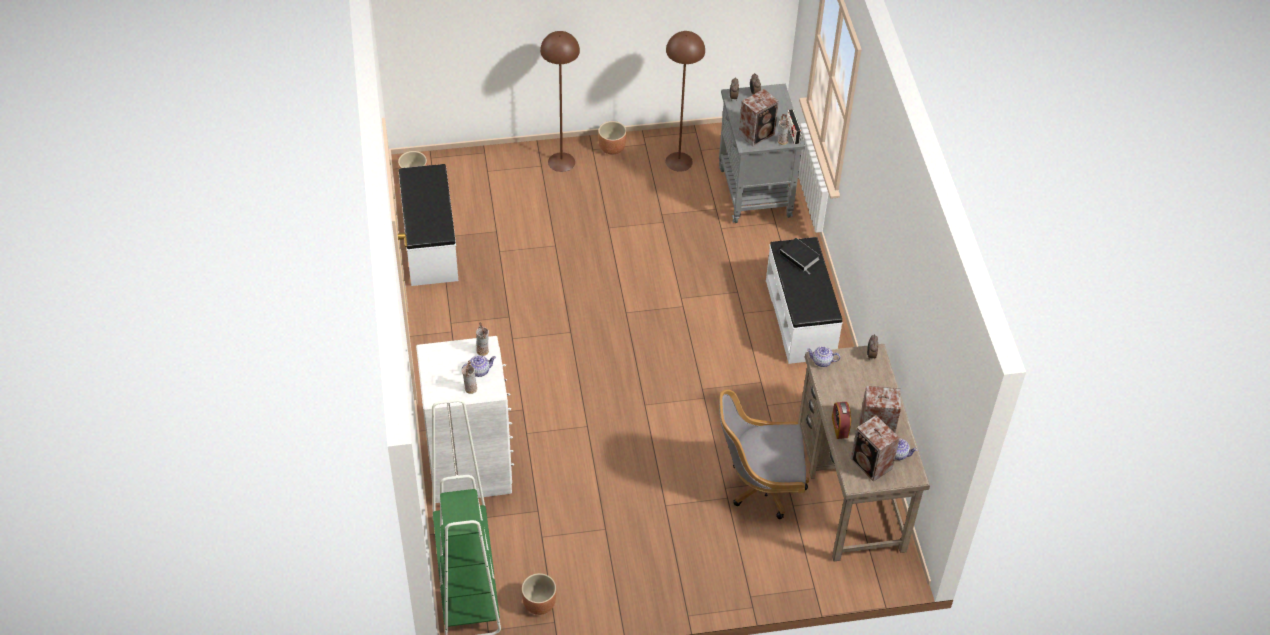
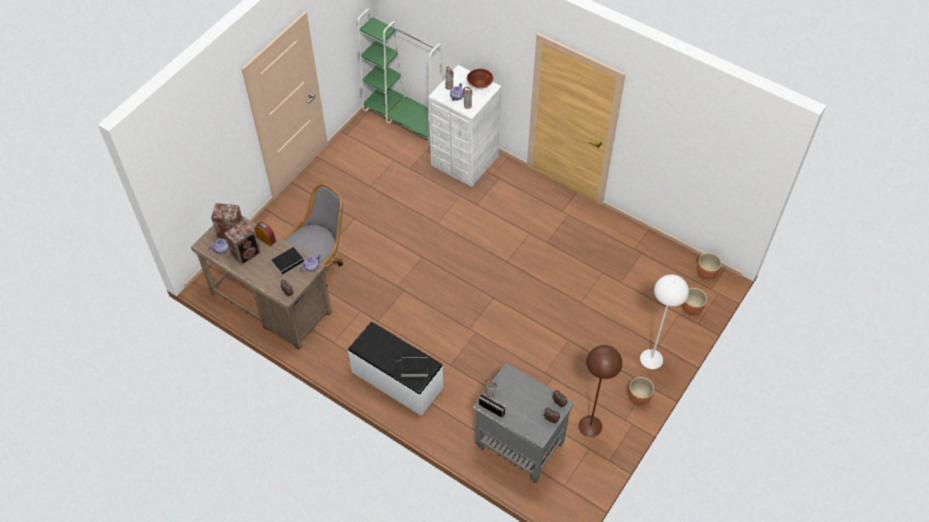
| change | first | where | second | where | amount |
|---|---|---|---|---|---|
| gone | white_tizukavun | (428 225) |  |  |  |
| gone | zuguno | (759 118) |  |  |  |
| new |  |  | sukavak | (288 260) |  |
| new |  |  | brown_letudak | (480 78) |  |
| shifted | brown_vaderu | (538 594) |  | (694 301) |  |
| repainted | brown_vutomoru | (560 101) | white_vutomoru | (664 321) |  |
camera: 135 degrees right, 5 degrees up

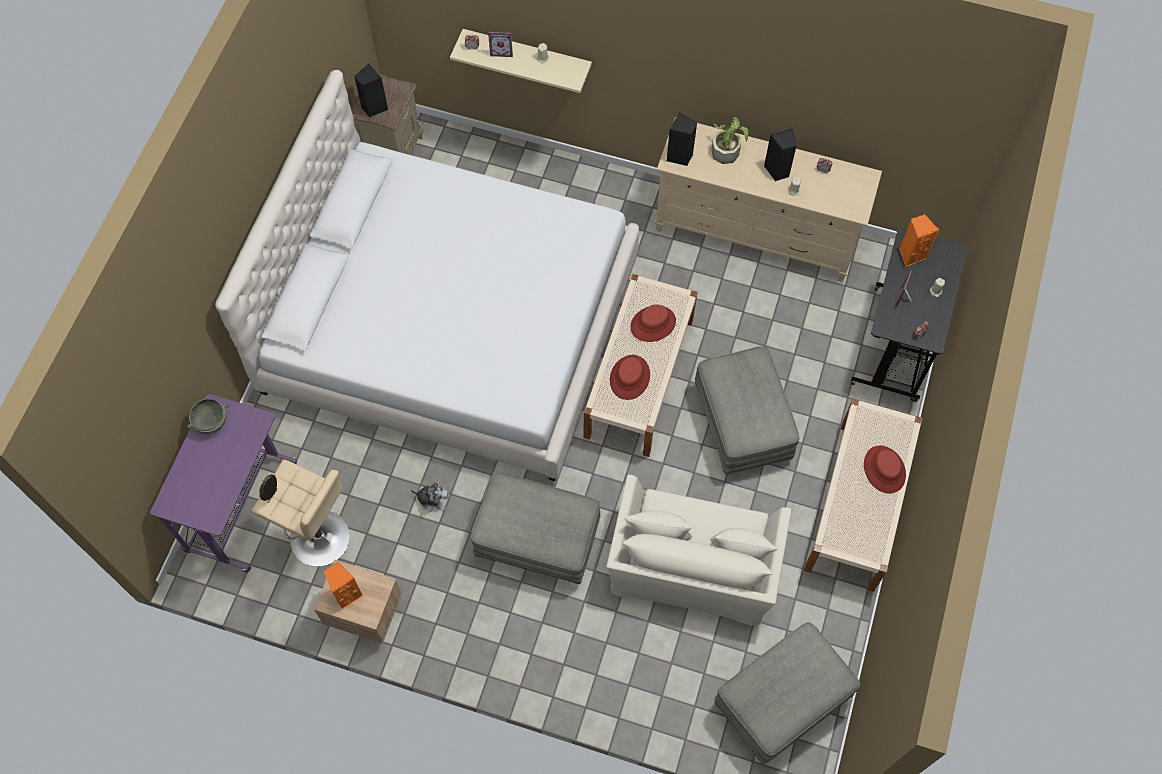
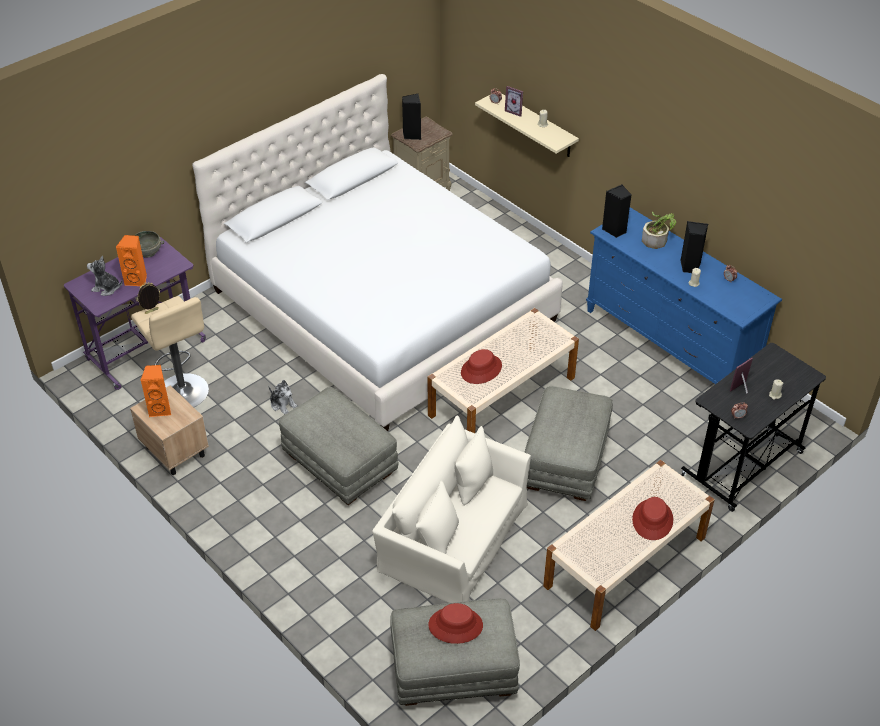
| change | first | where | second | where | amount |
|---|---|---|---|---|---|
| new |  |  | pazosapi | (105 276) |  |
| shifted | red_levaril | (653 323) |  | (455 623) |  |
| shifted | orange_zuguno | (919 240) |  | (131 260) |  |
| repainted | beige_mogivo | (768 199) | blue_mogivo | (684 295) |  |
| rotated | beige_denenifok | (699 550) |  | (451 509) | 75 degrees clockwise |
camera: 30 degrees right, 20 degrees down

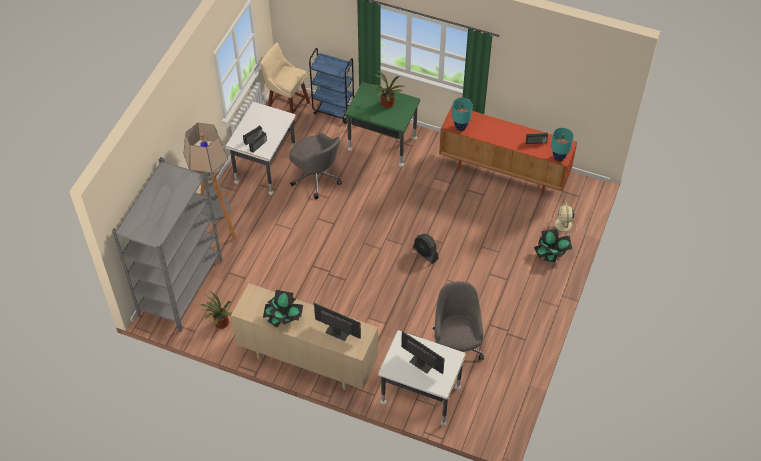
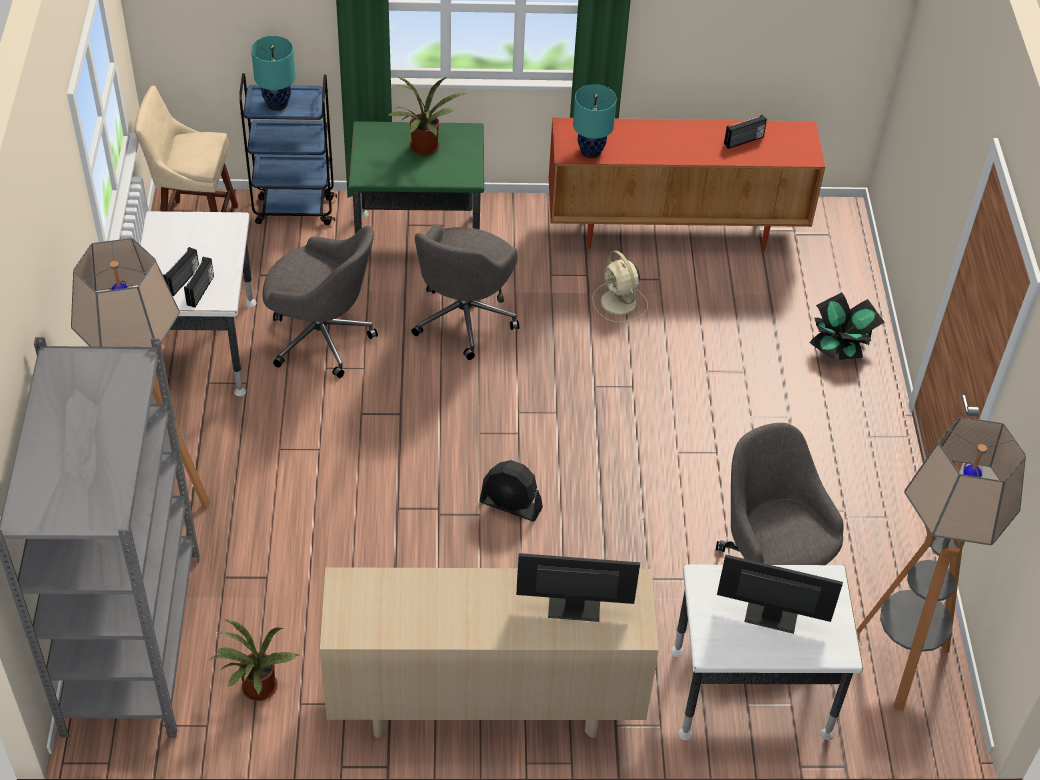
| change | first | where | second | where | amount |
|---|---|---|---|---|---|
| gone | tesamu | (283 309) |  |  |  |
| new |  |  | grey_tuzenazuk | (465 292) |  |
| new |  |  | vutomoru | (941 564) |  |
| shifted | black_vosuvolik | (426 249) |  | (511 491) |  |
| shifted | beige_vosuvolik | (563 218) |  | (620 286) |  |
| shifted | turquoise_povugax | (562 145) |  | (273 73) |  |
camera: 25 degrees left, 5 degrees down

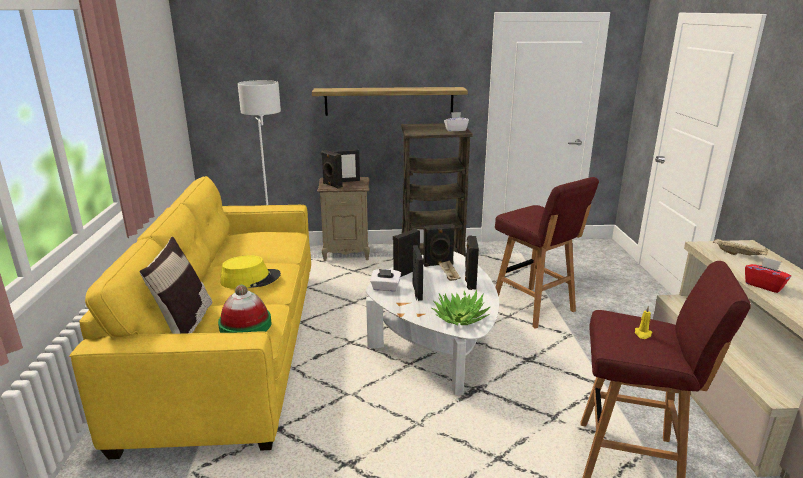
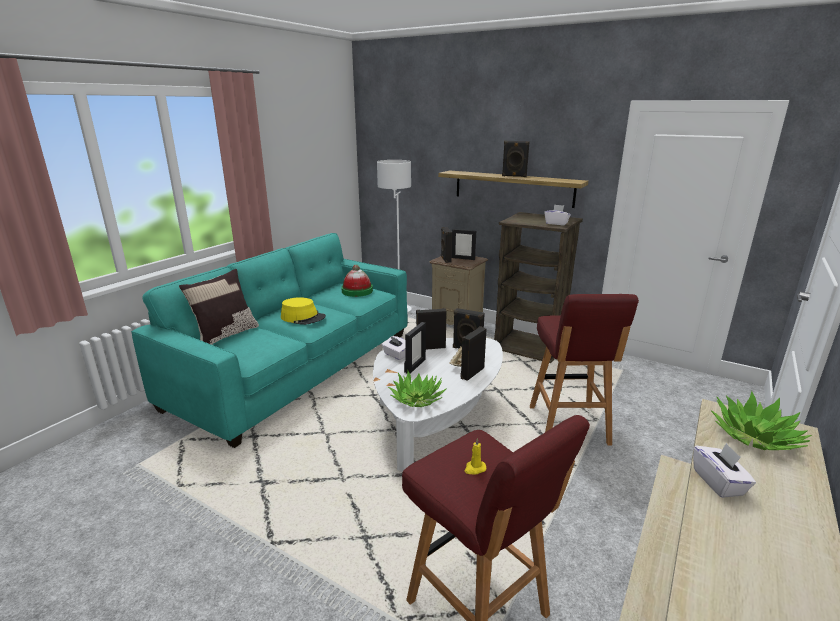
| change | first | where | second | where | amount |
|---|---|---|---|---|---|
| new |  |  | black_zuguno | (516 159) |  |
| shifted | levaril | (244 309) |  | (357 281) |  |
| swapped | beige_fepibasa | (740 246) | tesamu | (761 420) |  |
| repainted | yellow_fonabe | (190 317) | turquoise_fonabe | (269 340) |  |
| repainted | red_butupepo | (768 275) | white_butupepo | (724 470) |  |
camera: 35 degrees right, 0 degrees up

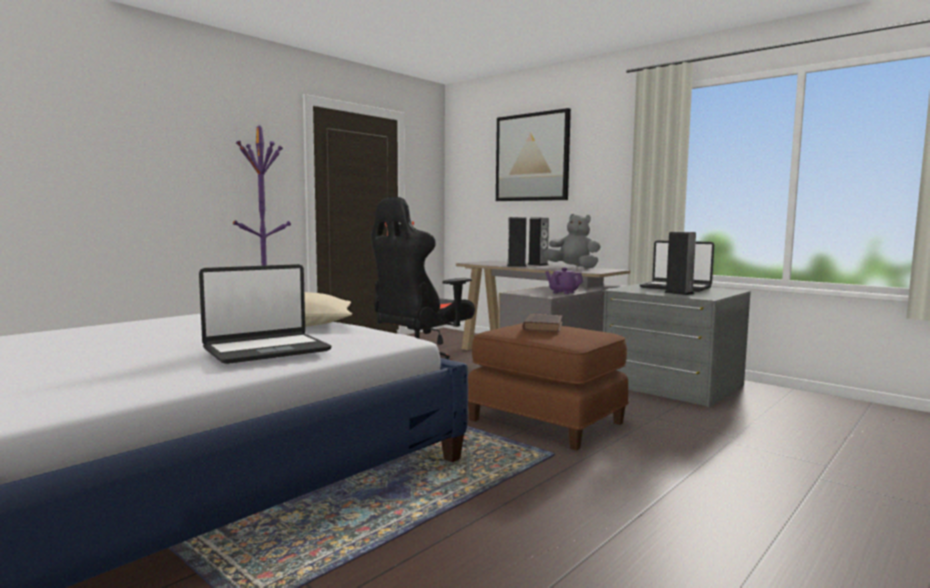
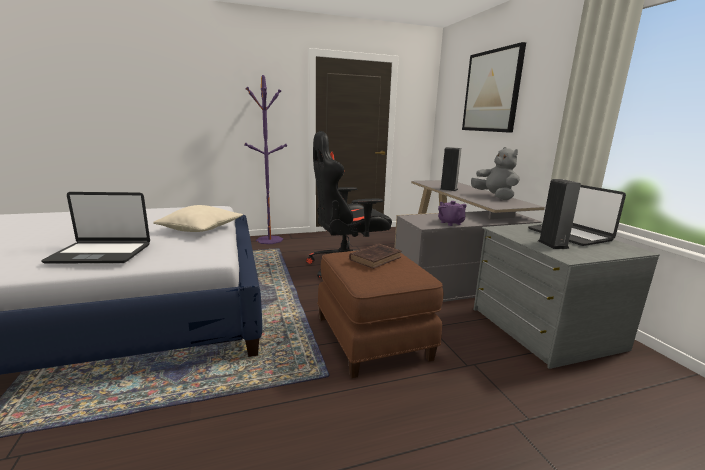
| change | first | where | second | where | amount |
|---|---|---|---|---|---|
| gone | zuguno | (538 242) |  |  |  |
camera: 30 degrees right, 10 degrees up

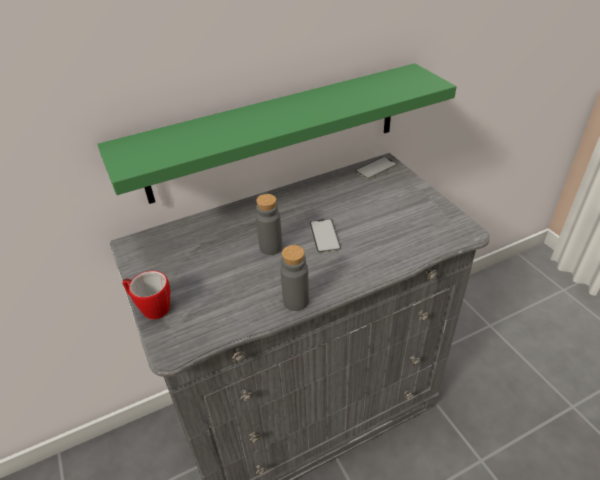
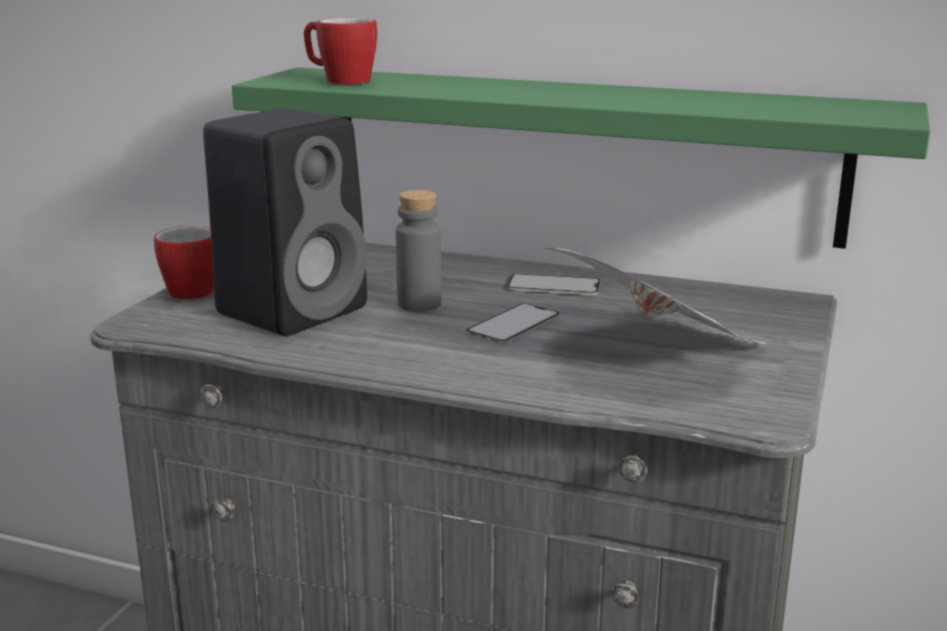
| change | first | where | second | where | amount |
|---|---|---|---|---|---|
| gone | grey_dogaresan | (294 278) |  |  |  |
| new |  |  | black_zuguno | (285 222) |  |
| new |  |  | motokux | (340 51) |  |
| new |  |  | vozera | (656 296) |  |
| shifted | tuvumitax | (376 167) |  | (554 284) |  |
camera: 45 degrees right, 20 degrees down

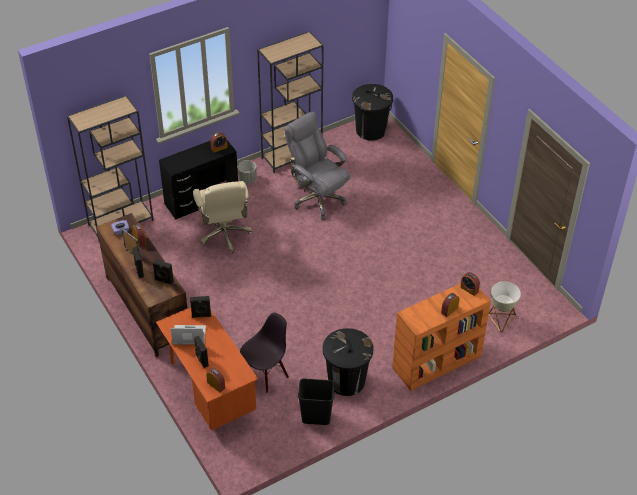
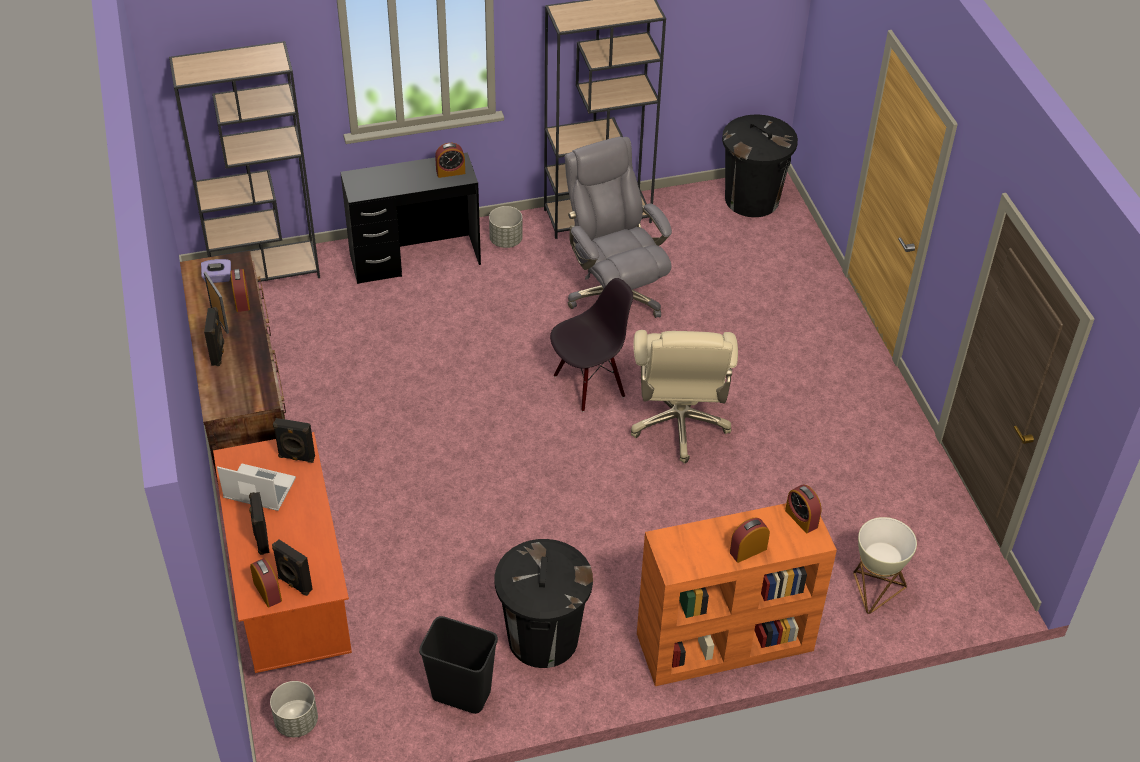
| change | first | where | second | where | amount |
|---|---|---|---|---|---|
| new |  |  | grey_vaderu | (294 709) |  |
| shifted | black_zuguno | (163 272) |  | (292 567) |  |
| shifted | beige_tuzenazuk | (222 217) |  | (684 397) |  |
| shifted | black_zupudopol | (264 353) |  | (591 345) |  |
camera: 15 degrees right, 0 degrees up

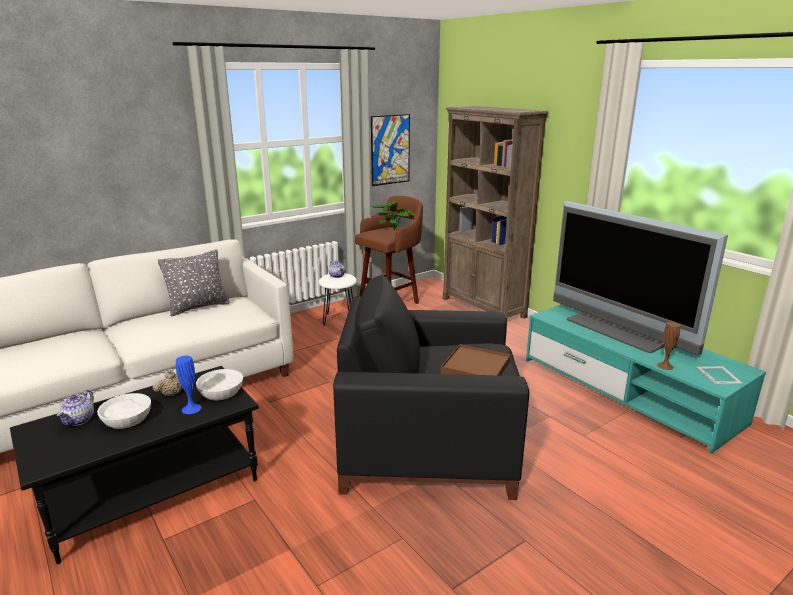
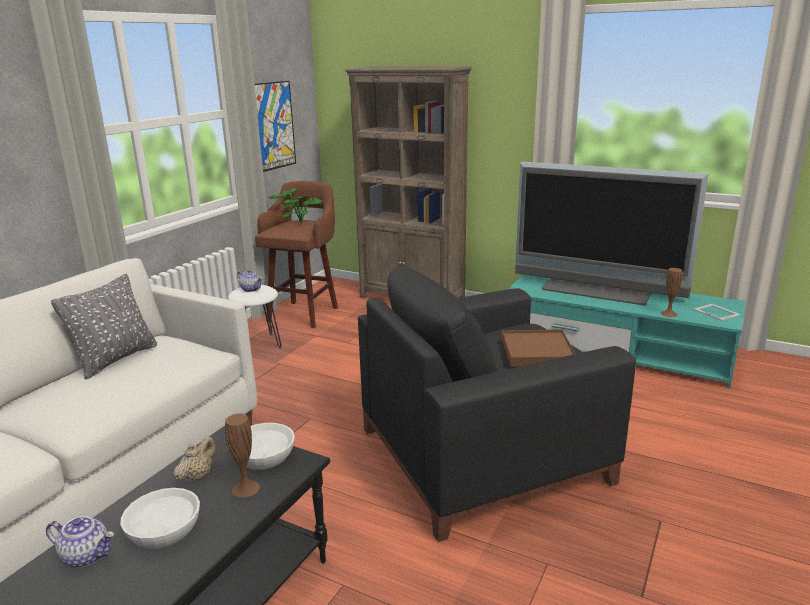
| change | first | where | second | where | amount |
|---|---|---|---|---|---|
| repainted | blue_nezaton | (188 385) | brown_nezaton | (242 456) |  |
| rotated | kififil | (75 408) |  | (80 542) | 60 degrees counterclockwise |
camera: 25 degrees left, 0 degrees up

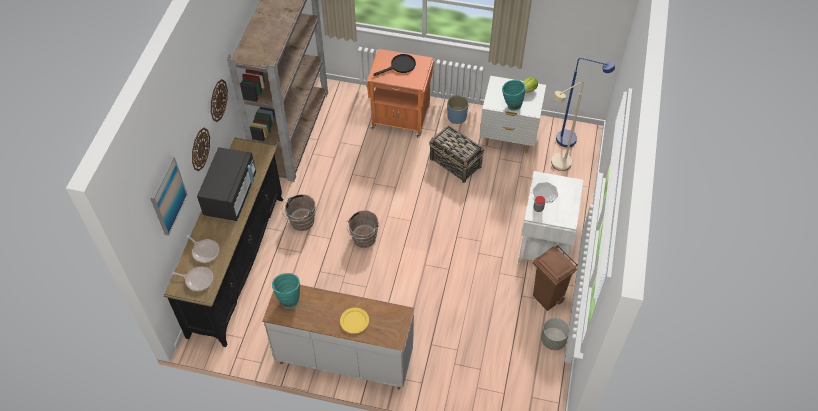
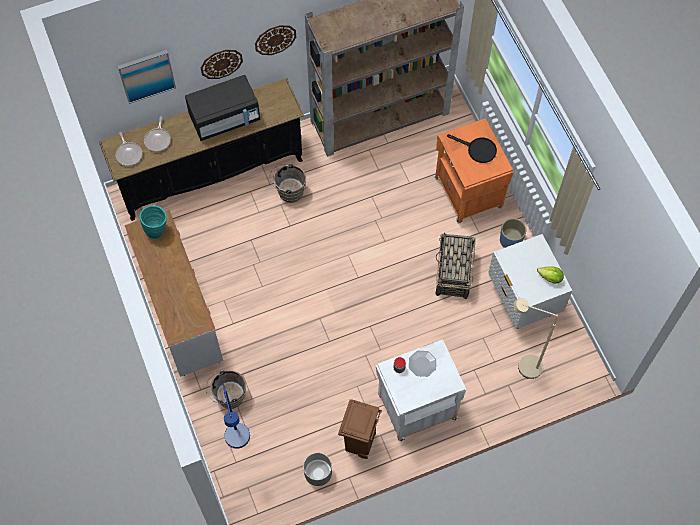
| change | first | where | second | where | amount |
|---|---|---|---|---|---|
| gone | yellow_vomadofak | (354 321) |  |  |  |
| gone | turquoise_nezaton | (513 95) |  |  |  |
| shifted | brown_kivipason | (362 229) |  | (226 389) |  |
| shifted | blue_vutomoru | (585 102) |  | (236 416) |  |
camera: 55 degrees right, 10 degrees up

